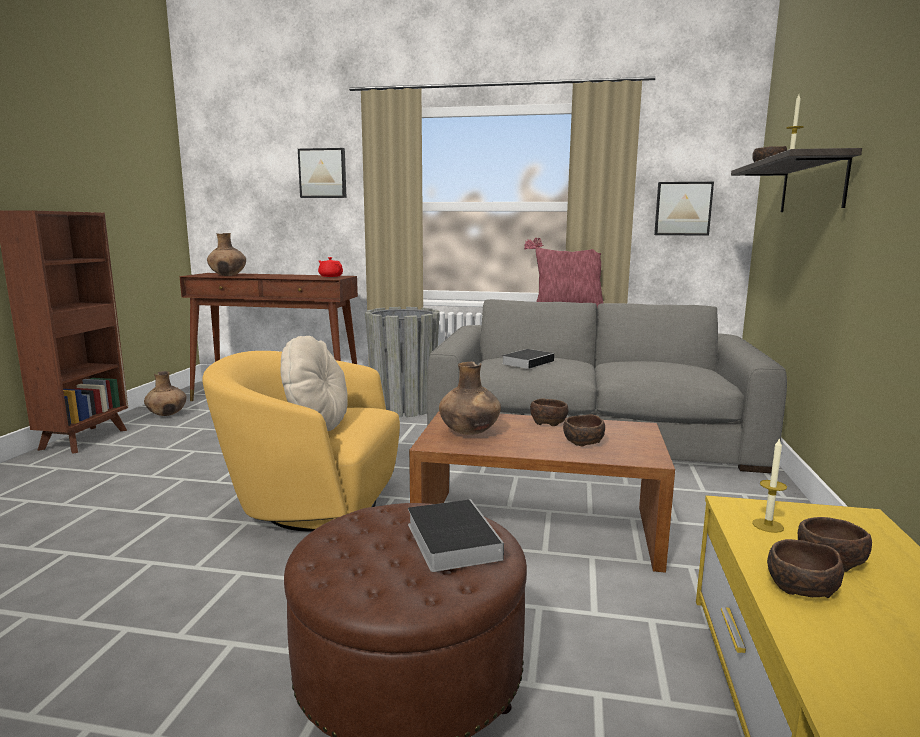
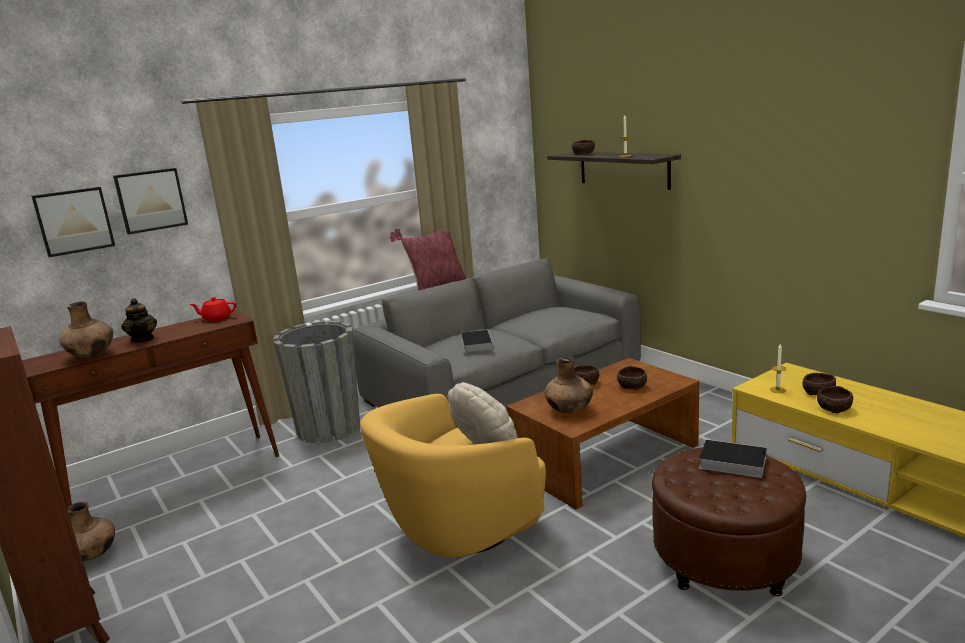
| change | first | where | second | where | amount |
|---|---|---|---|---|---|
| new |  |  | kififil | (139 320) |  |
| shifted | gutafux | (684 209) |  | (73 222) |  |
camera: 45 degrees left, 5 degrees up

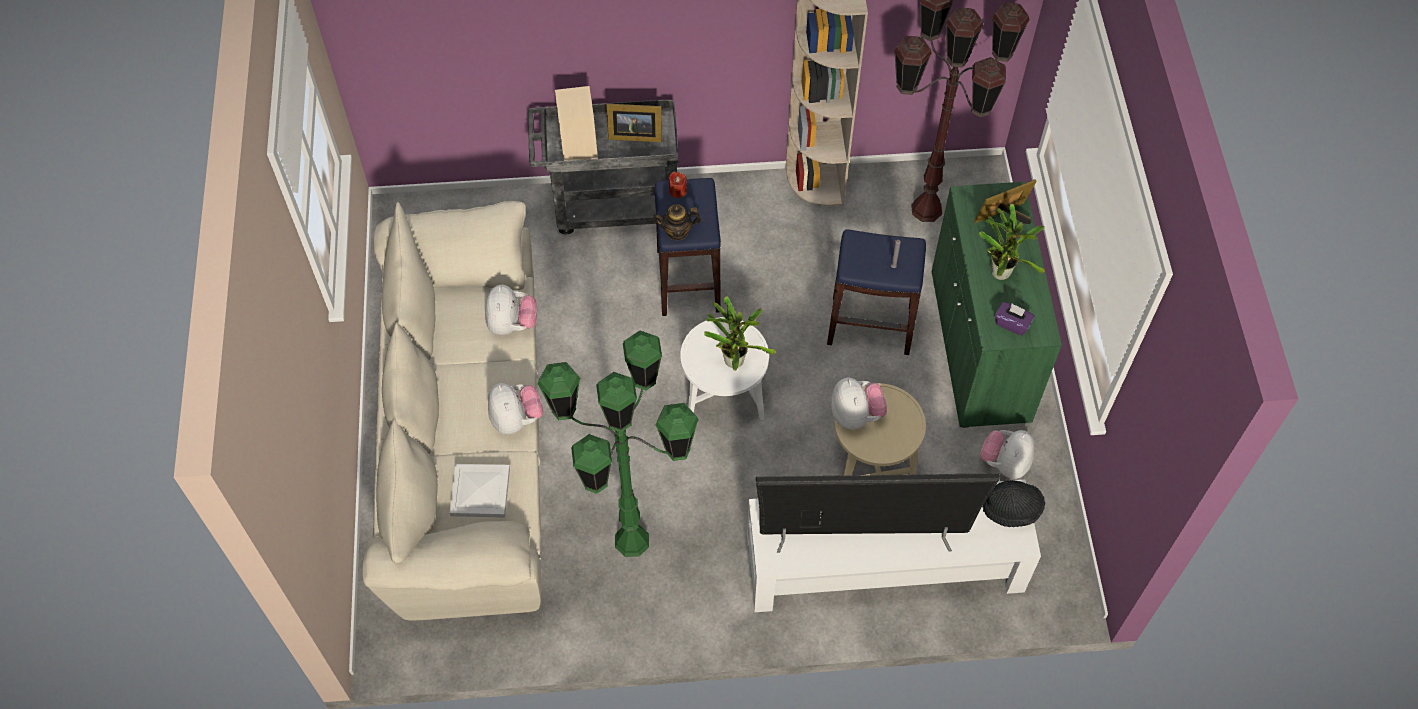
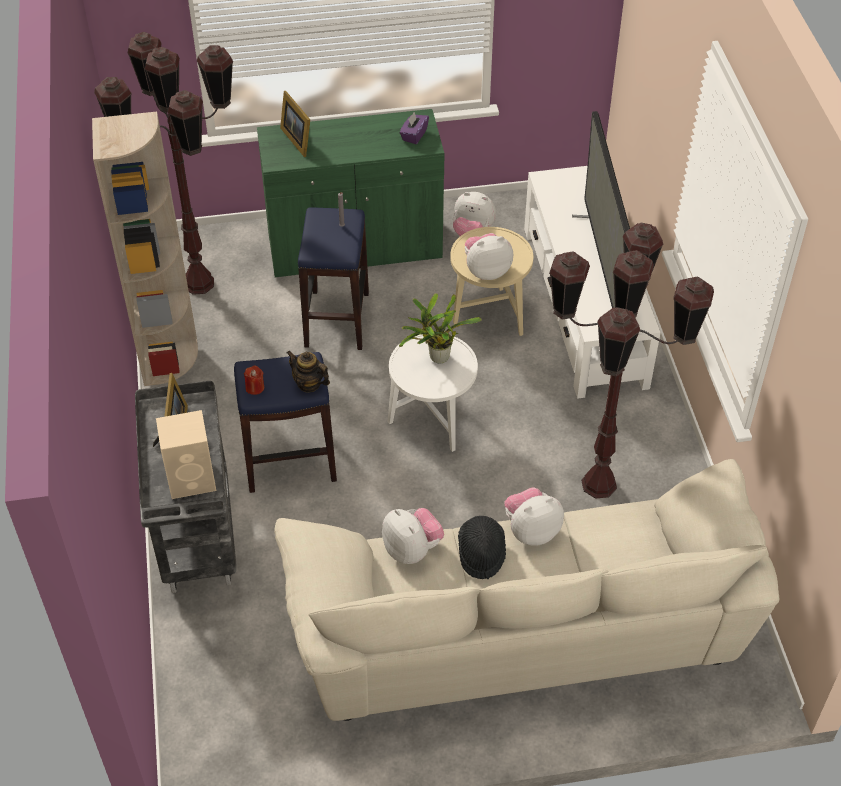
| change | first | where | second | where | amount |
|---|---|---|---|---|---|
| gone | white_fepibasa | (479 491) |  |  |  |
| gone | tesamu | (1012 242) |  |  |  |
| shifted | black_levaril | (1014 503) |  | (482 547) |  |
| repainted | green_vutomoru | (618 443) | brown_vutomoru | (631 361) |  |
| rotated | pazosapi | (511 310) |  | (413 536) | 60 degrees clockwise |
| rotated | kififil | (677 222) |  | (308 372) | 135 degrees clockwise |
camera: 95 degrees left, 10 degrees down

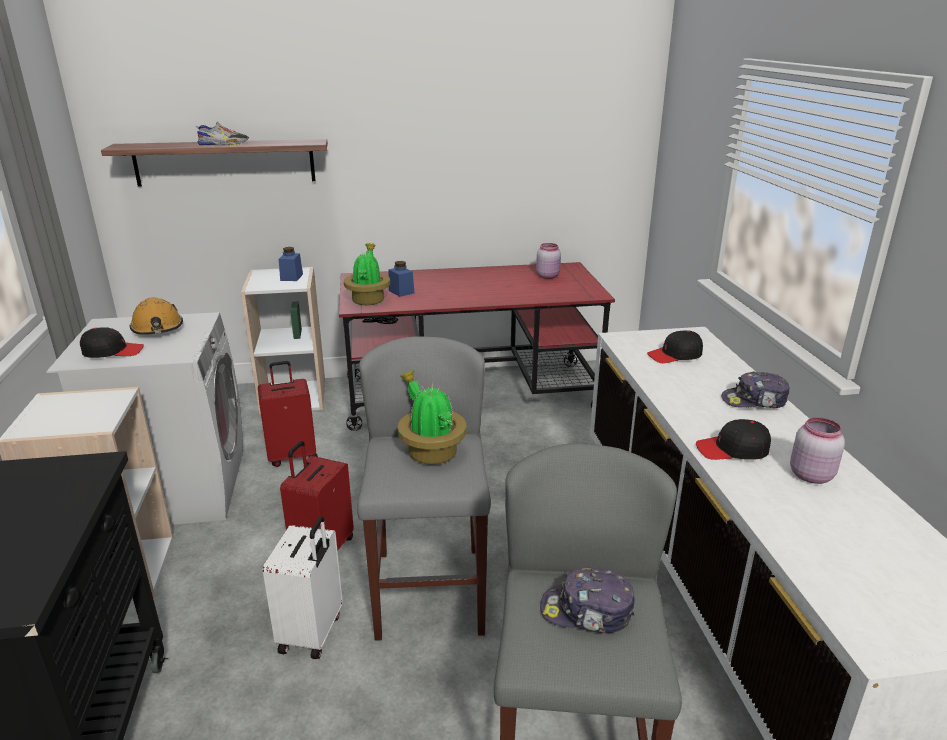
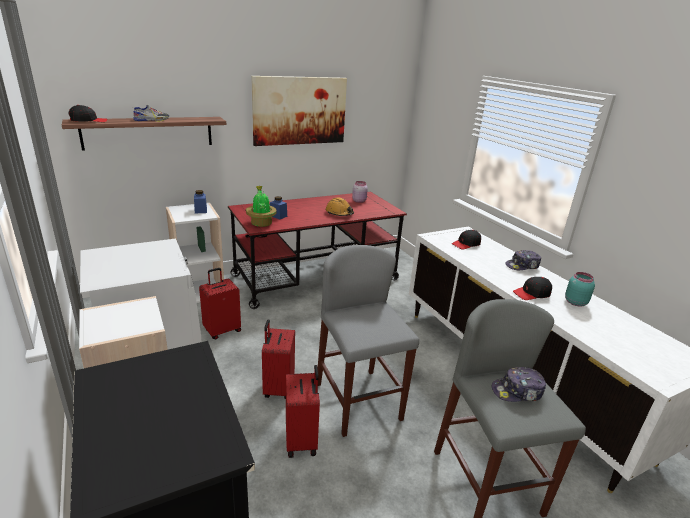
| change | first | where | second | where | amount |
|---|---|---|---|---|---|
| gone | tesamu | (432 418) |  |  |  |
| new |  |  | gutafux | (299 111) |  |
| shifted | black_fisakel | (112 342) |  | (88 113) |  |
| shifted | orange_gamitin | (156 316) |  | (340 206) |  |
| repainted | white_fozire | (303 587) | red_fozire | (303 411) |  |
| repainted | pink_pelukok | (817 450) | turquoise_pelukok | (580 289) |  |
camera: 20 degrees left, 0 degrees up

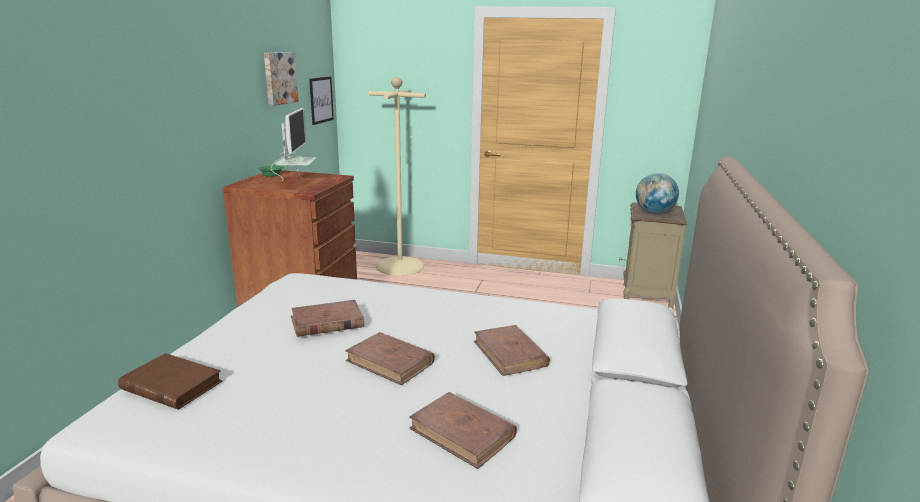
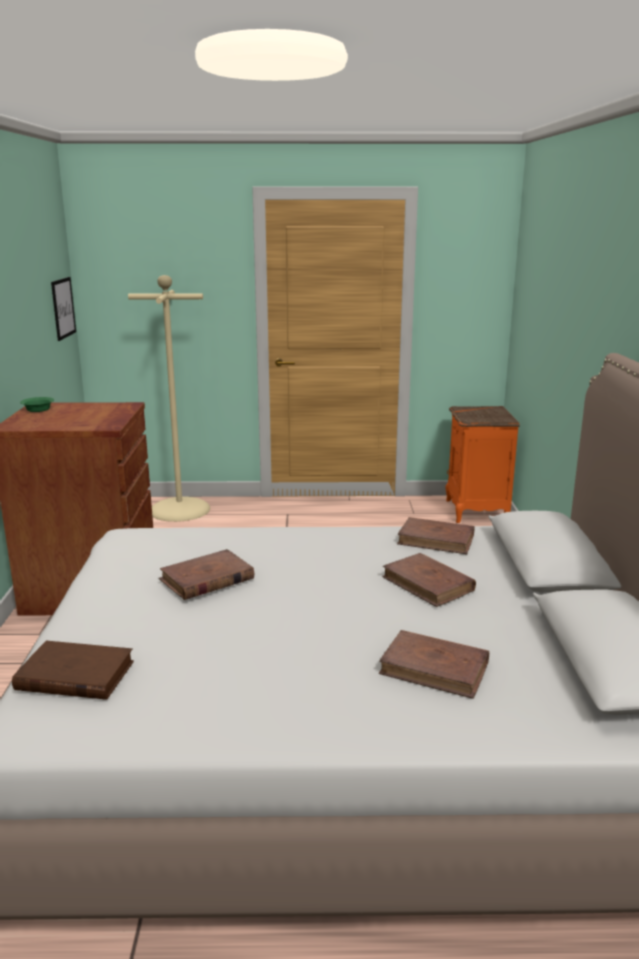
| change | first | where | second | where | amount |
|---|---|---|---|---|---|
| gone | gutafux | (281 79) |  |  |  |
| gone | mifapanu | (293 144) |  |  |  |
| gone | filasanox | (657 193) |  |  |  |
| shifted | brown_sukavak | (390 358) |  | (435 535) |  |
| repainted | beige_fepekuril | (653 256) | orange_fepekuril | (483 464) |  |
camera: 15 degrees left, 0 degrees up

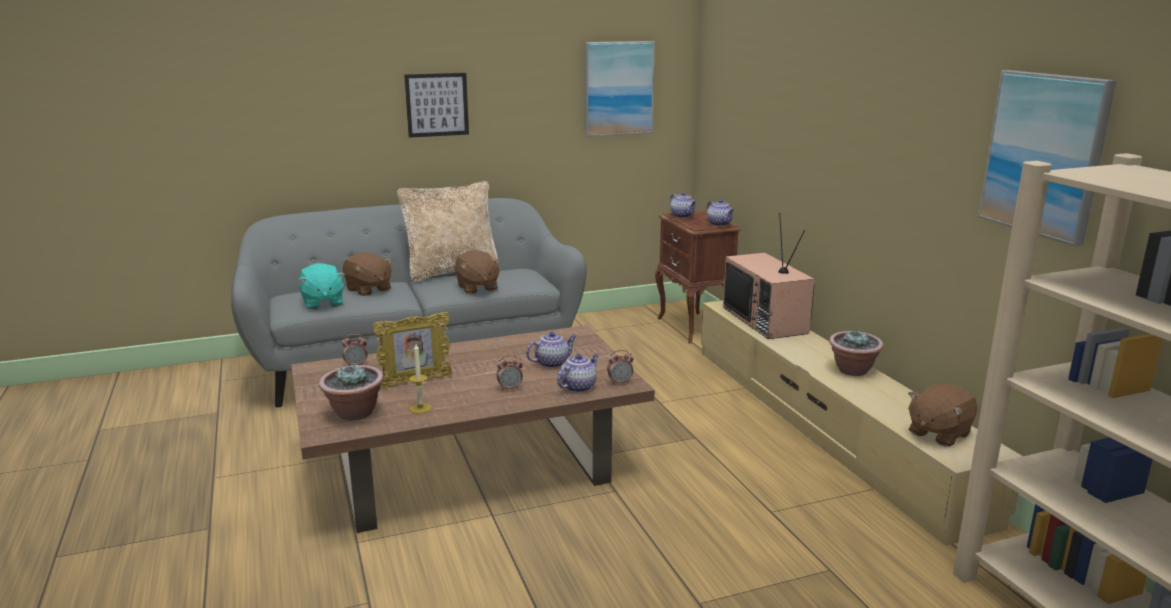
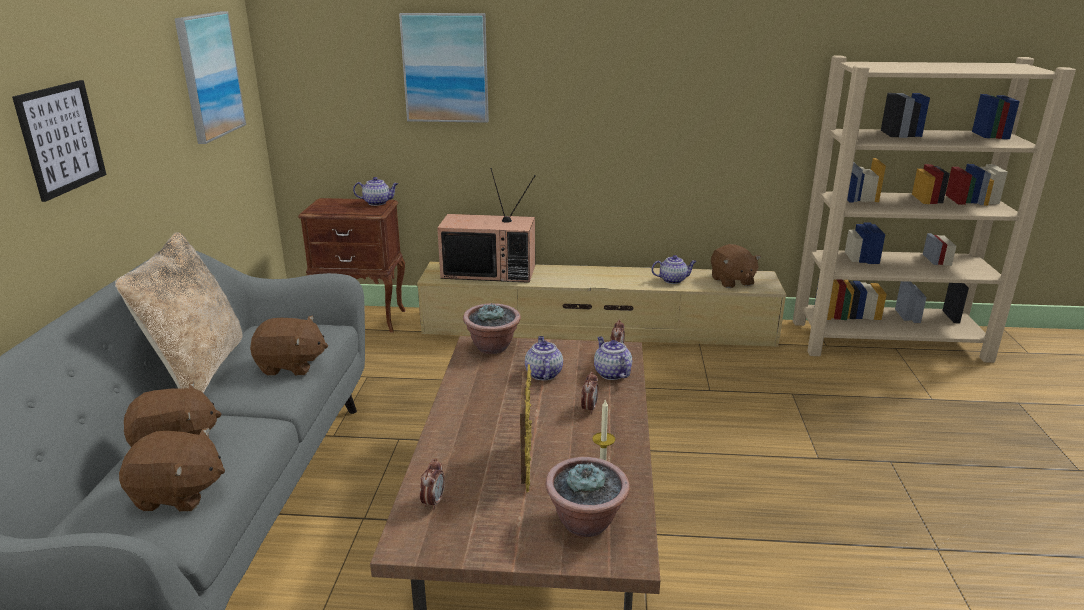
| change | first | where | second | where | amount |
|---|---|---|---|---|---|
| shifted | kififil | (683 205) |  | (674 269) |  |
| shifted | tesamu | (856 353) |  | (492 328) |  |
| shifted | gutafux | (1047 158) |  | (444 68) |  |
| repainted | turquoise_pazosapi | (321 286) | brown_pazosapi | (172 469) |  |
camera: 65 degrees left, 5 degrees up

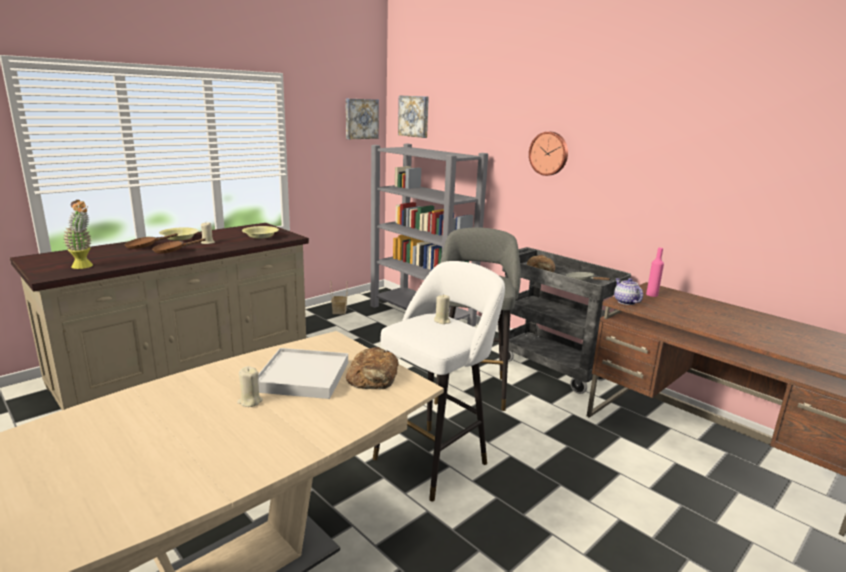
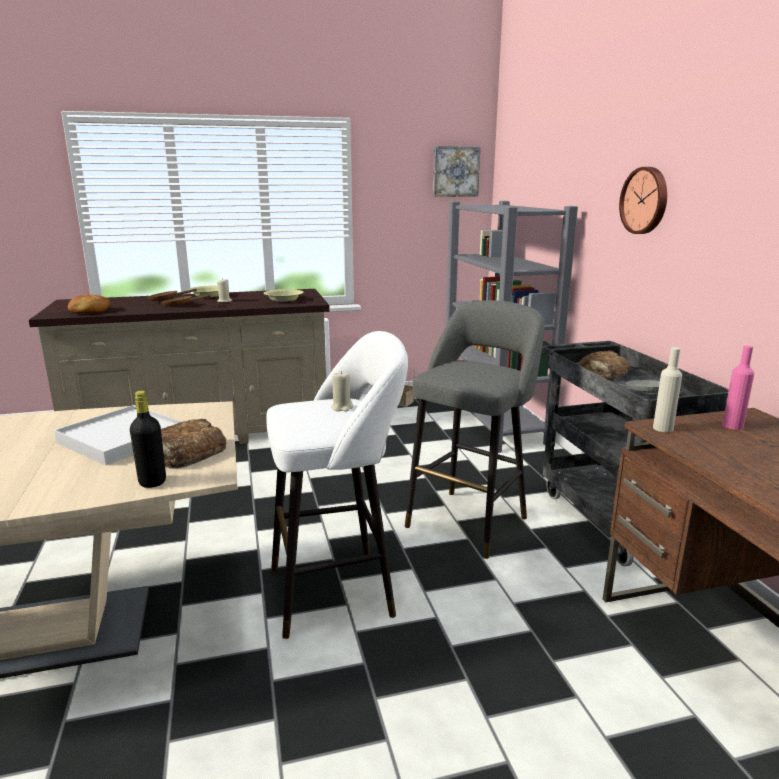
| change | first | where | second | where | amount |
|---|---|---|---|---|---|
| gone | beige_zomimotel | (250 386) |  |  |  |
| gone | gutafux | (413 116) |  |  |  |
| new |  |  | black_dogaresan | (148 439) |  |
| swapped | tesamu | (78 234) | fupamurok | (89 304) |  |
| swapped | kififil | (628 291) | beige_dogaresan | (667 389) |  |
camera: 30 degrees right, 0 degrees up

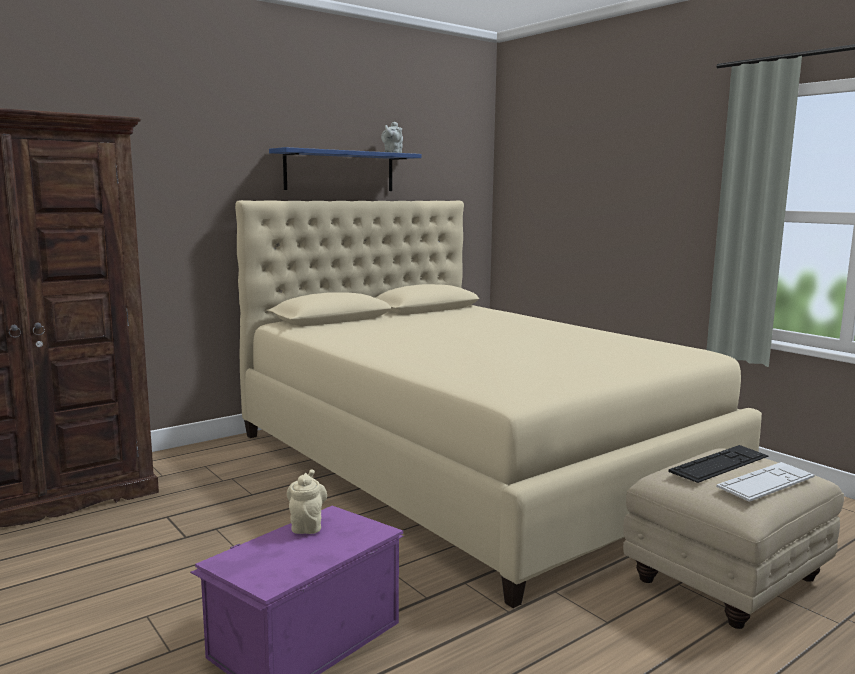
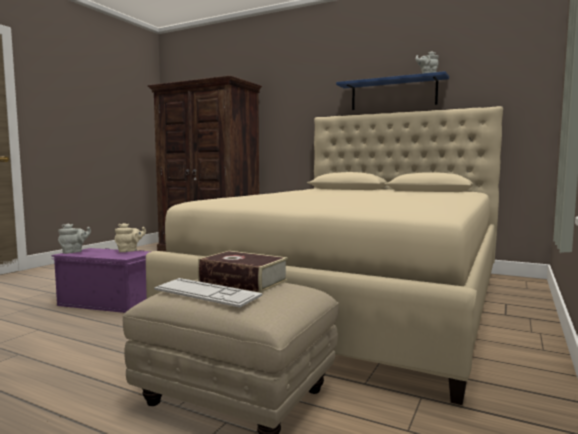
| change | first | where | second | where | amount |
|---|---|---|---|---|---|
| new |  |  | grey_kififil | (74 239) |  |
| swapped | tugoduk | (718 464) | sukavak | (243 272) |  |
camera: 65 degrees right, 5 degrees down

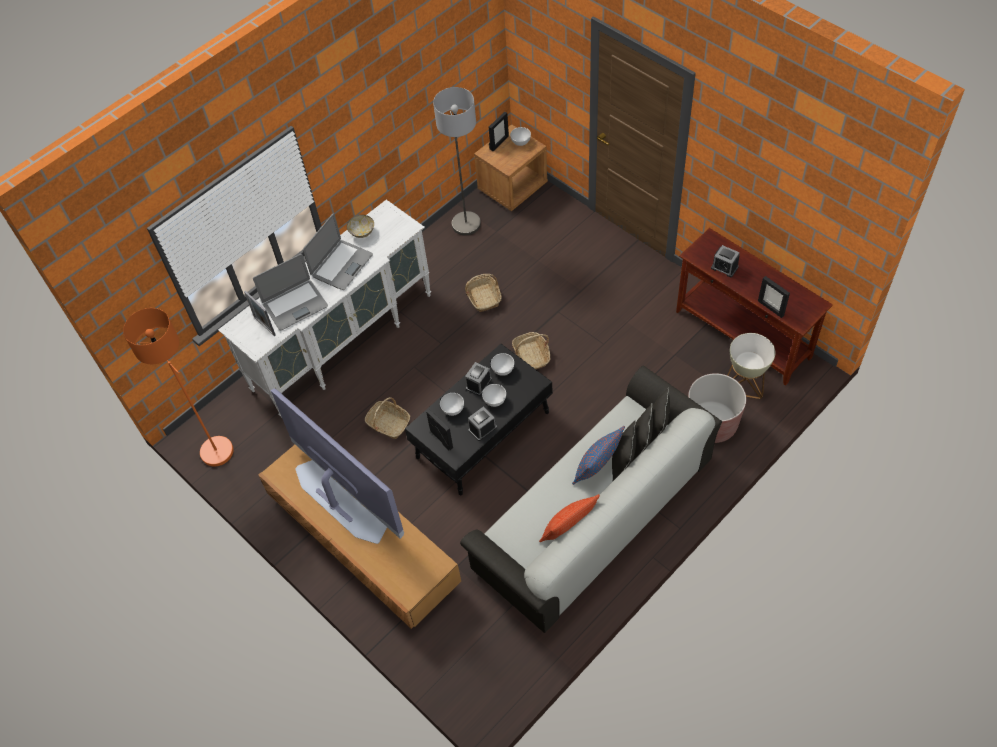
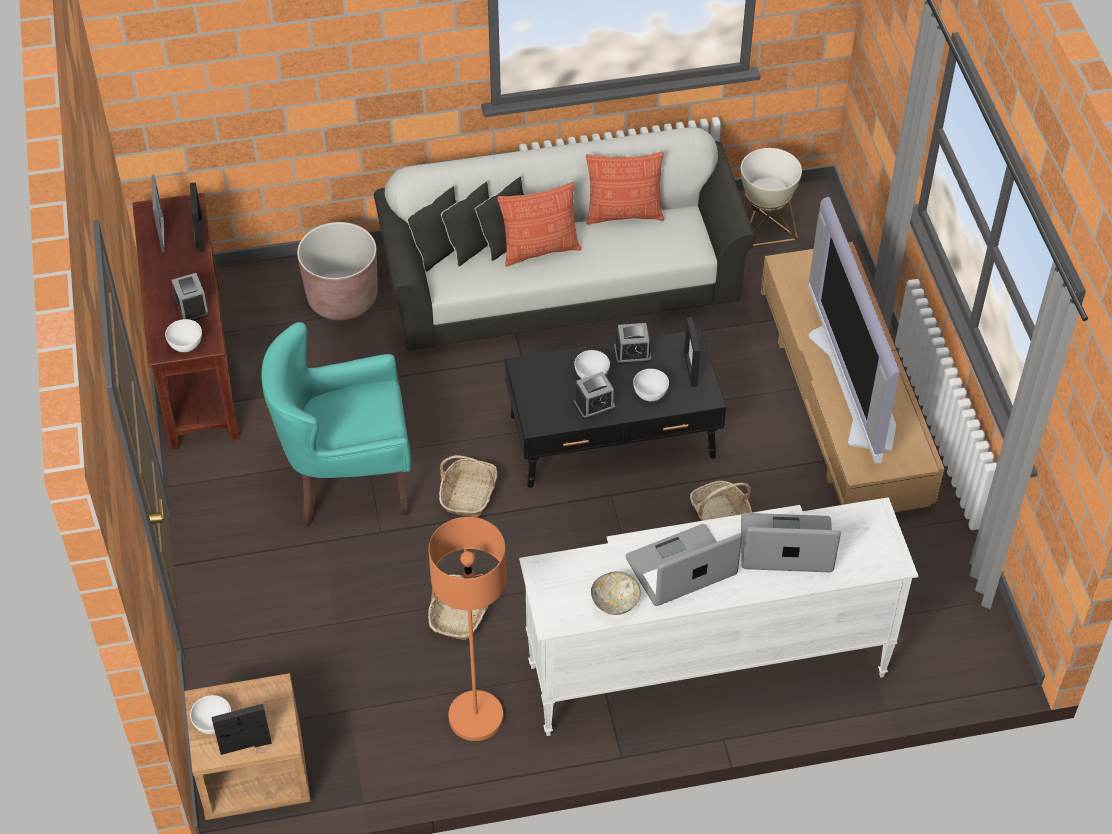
| change | first | where | second | where | amount |
|---|---|---|---|---|---|
| gone | grey_vutomoru | (457 161) |  |  |  |
| new |  |  | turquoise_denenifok | (336 424) |  |
| shifted | orange_vutomoru | (178 387) |  | (467 629) |  |
| shifted | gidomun | (260 313) |  | (158 213) |  |
| shifted | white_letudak | (502 364) |  | (183 335) |  |
| shifted | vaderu | (751 366) |  | (771 197) |  |
| repainted | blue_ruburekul | (598 455) | orange_ruburekul | (539 224) |  |
camera: 150 degrees left, 5 degrees down

